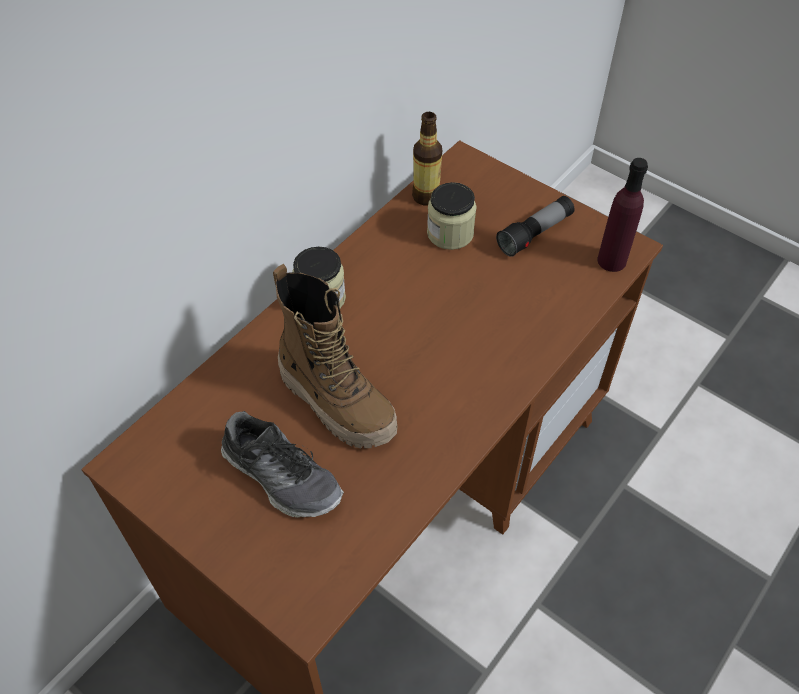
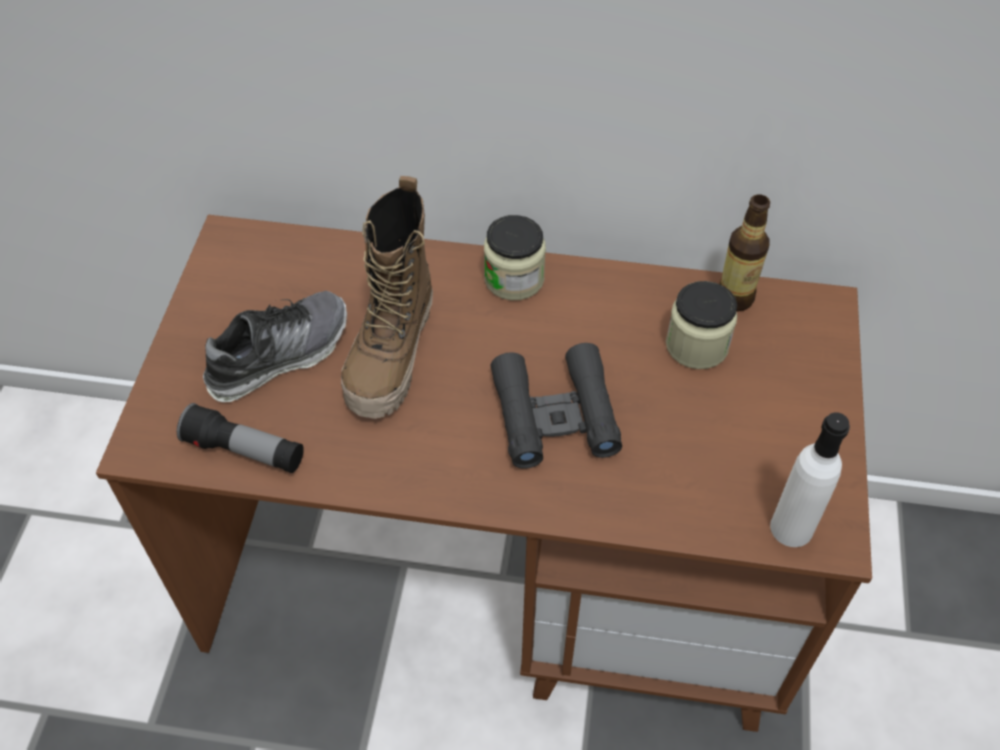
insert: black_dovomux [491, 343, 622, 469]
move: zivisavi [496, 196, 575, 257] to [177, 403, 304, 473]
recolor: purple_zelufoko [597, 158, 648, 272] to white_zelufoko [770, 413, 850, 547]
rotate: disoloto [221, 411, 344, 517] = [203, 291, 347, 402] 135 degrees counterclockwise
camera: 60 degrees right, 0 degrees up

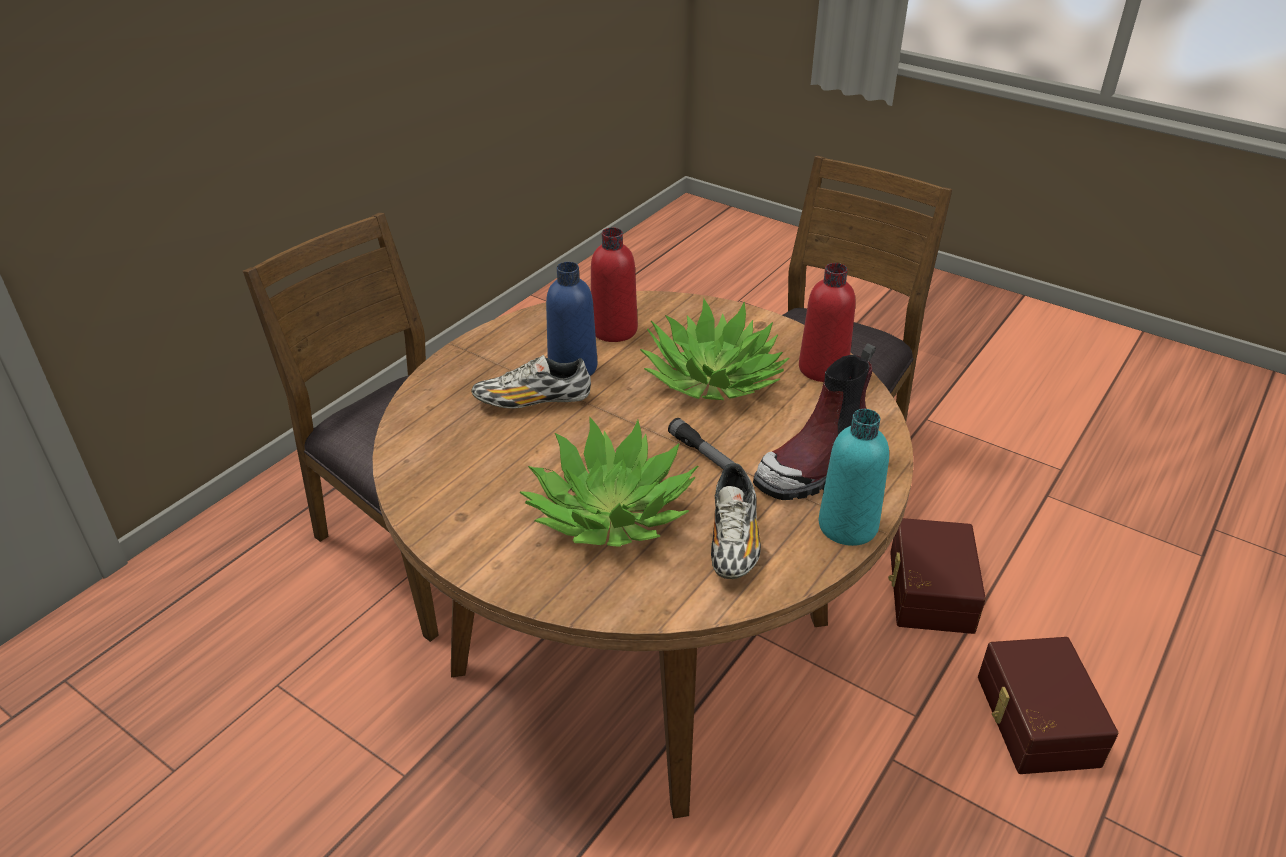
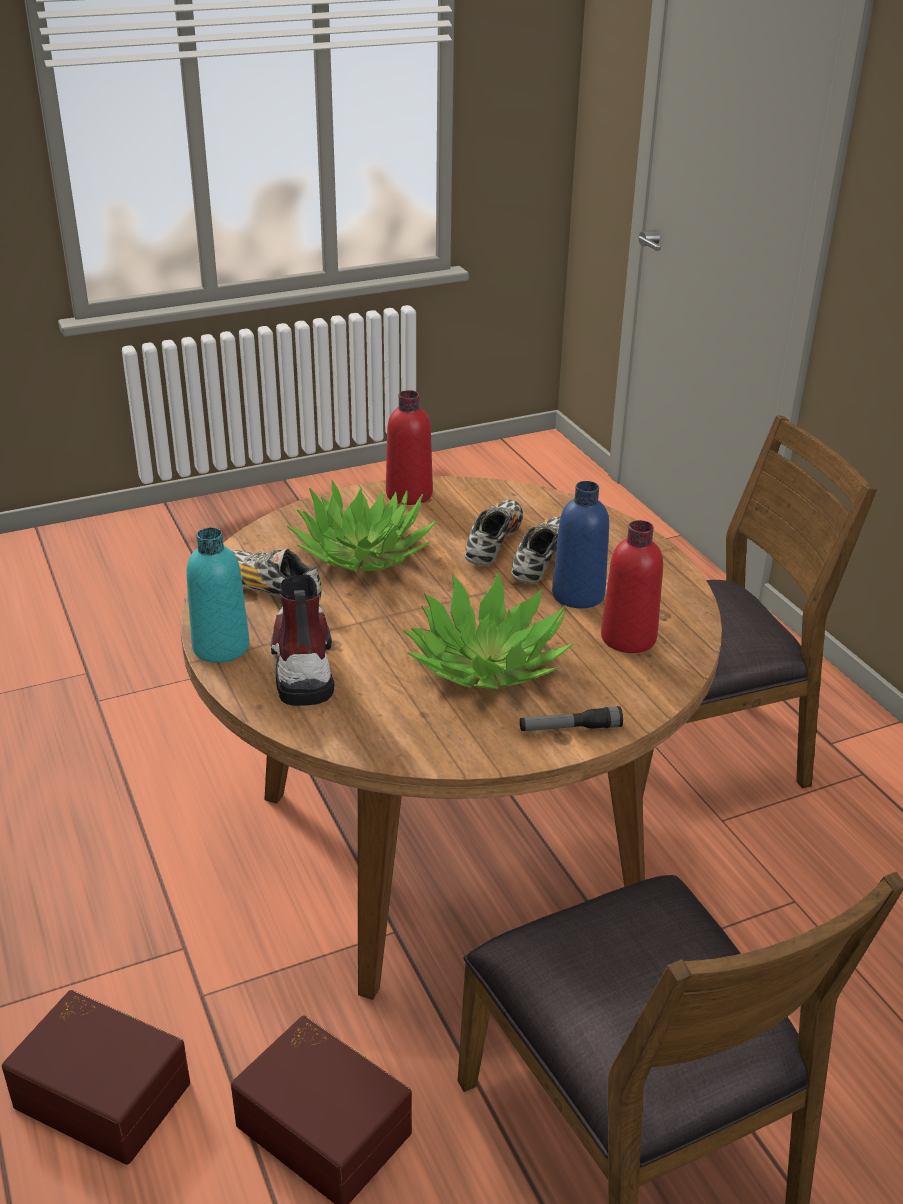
insert: disoloto [465, 500, 523, 566]
move: red_zelufoko [799, 263, 856, 382] to [386, 390, 433, 505]; zivisavi [668, 418, 735, 469] to [520, 706, 623, 731]
camera: 120 degrees right, 5 degrees down

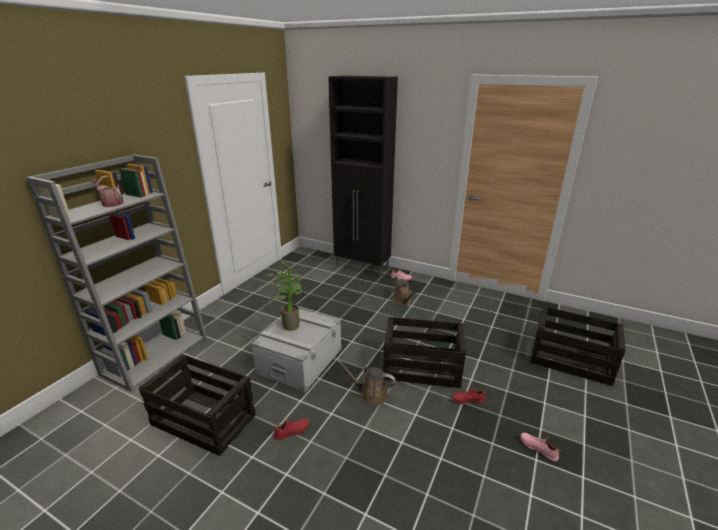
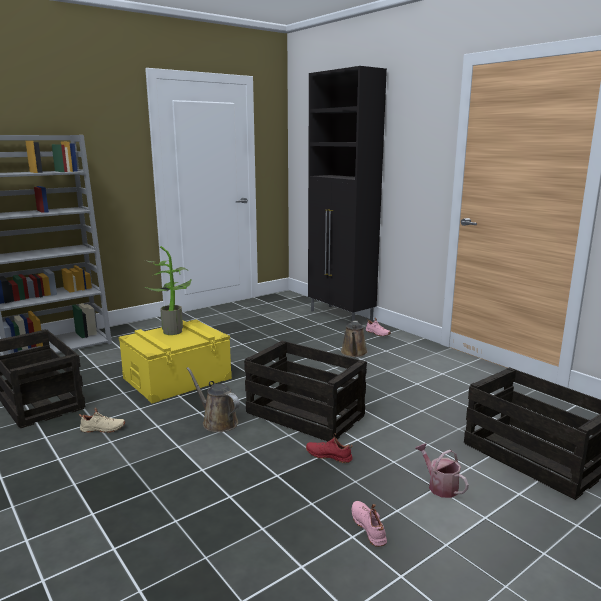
move: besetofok [90, 176, 124, 207] to [415, 443, 469, 498]
recolor: red_disoloto [273, 418, 309, 440] to beige_disoloto [79, 408, 125, 433]; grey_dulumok [251, 308, 342, 393] to yellow_dulumok [119, 319, 232, 403]
camera: 25 degrees right, 10 degrees down

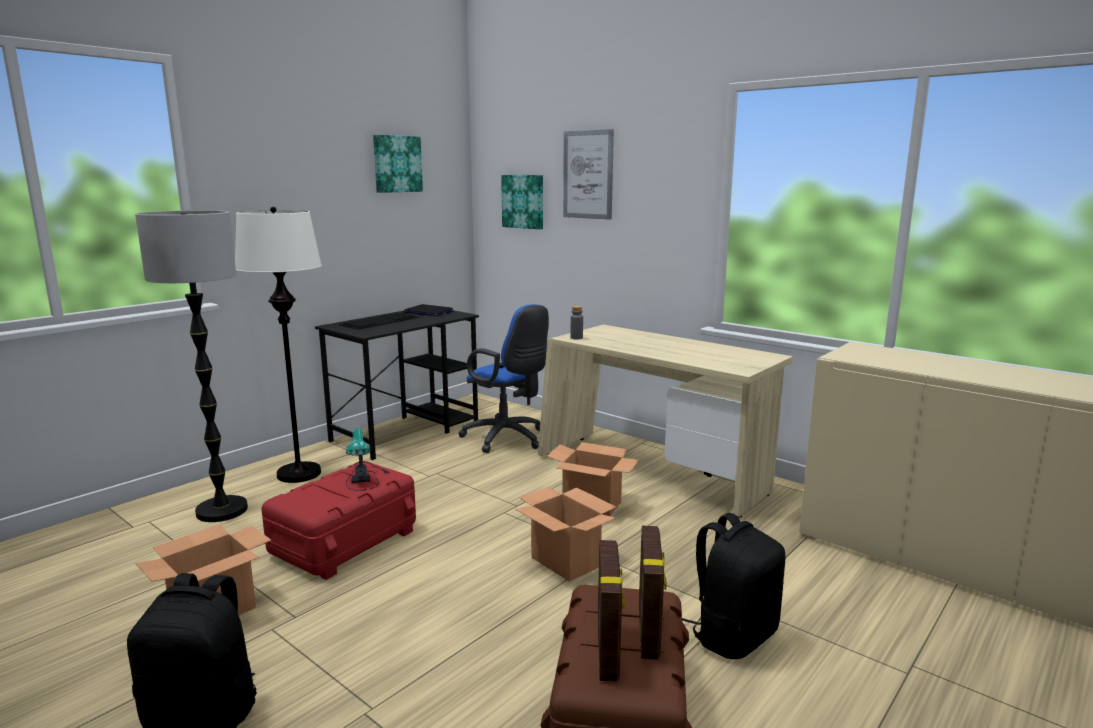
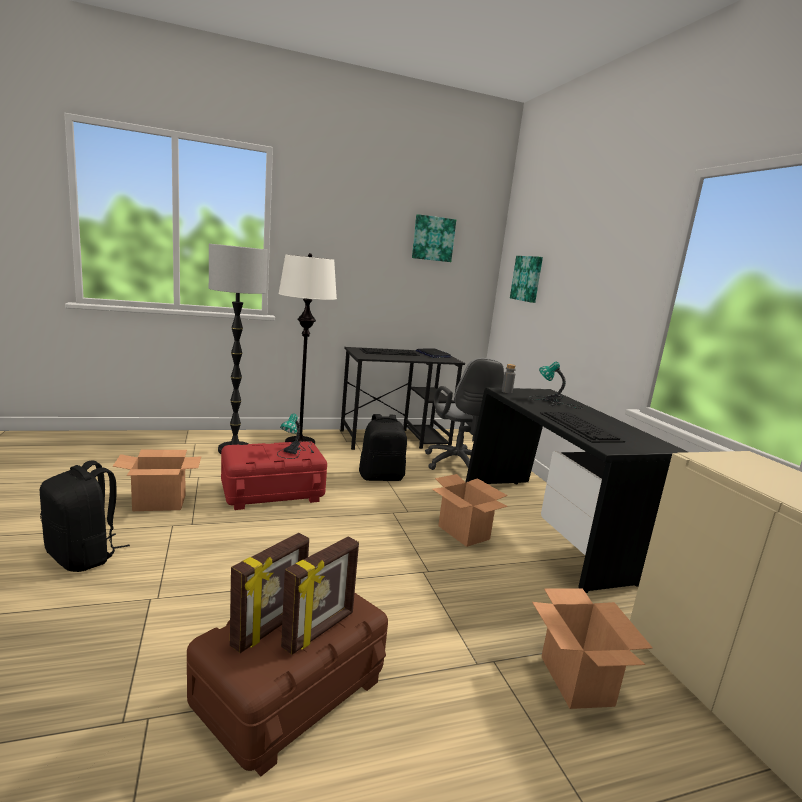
delete: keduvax [563, 129, 614, 220]
insert: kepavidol [529, 362, 584, 409]; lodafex [540, 412, 625, 443]
move: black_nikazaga [682, 513, 786, 659] to [359, 414, 407, 481]; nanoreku [515, 487, 616, 582] to [532, 588, 653, 709]
recolor: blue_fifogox [458, 304, 549, 453] to grey_fifogox [425, 358, 504, 470]; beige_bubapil [538, 325, 793, 517] to black_bubapil [466, 388, 688, 593]
camera: 30 degrees right, 0 degrees up

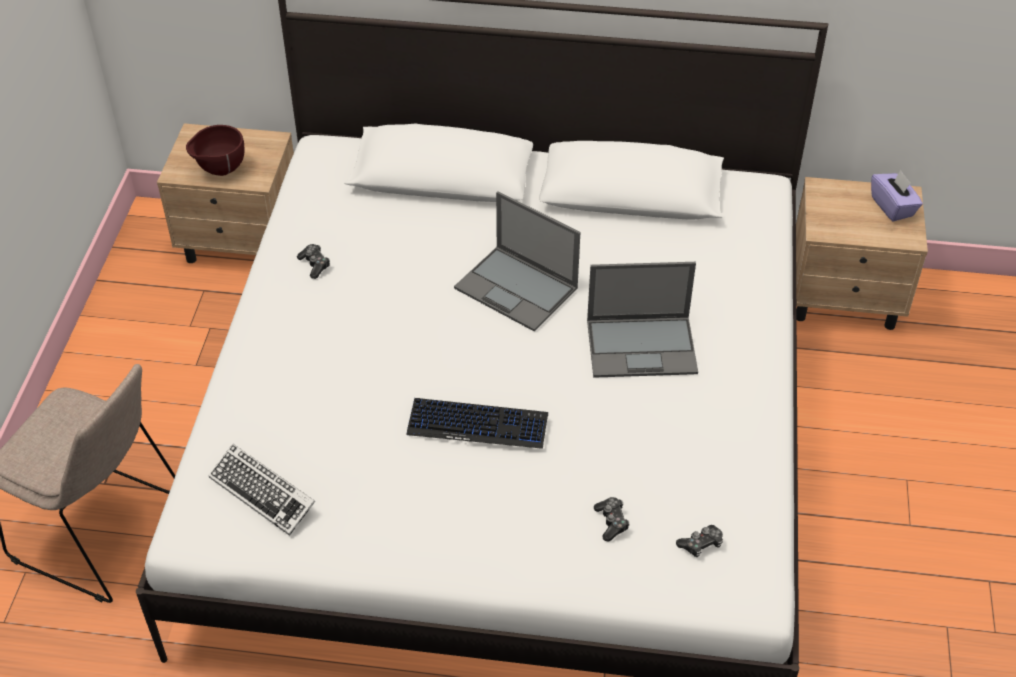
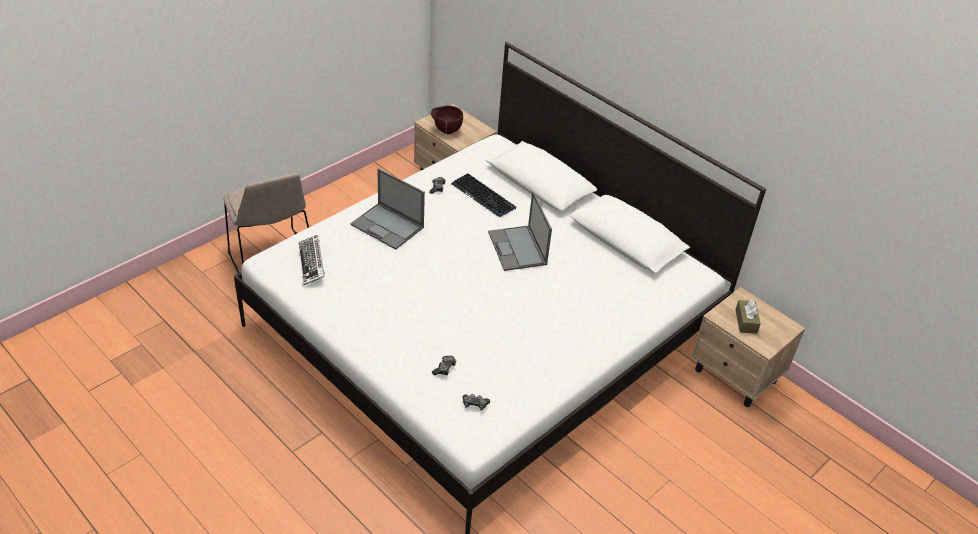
delete: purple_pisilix [871, 170, 923, 222]
insert: brown_pisilix [735, 299, 761, 334]
move: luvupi [587, 262, 698, 378] to [350, 168, 425, 250]; lodafex [406, 398, 548, 449] to [451, 173, 516, 217]
camera: 35 degrees right, 5 degrees down

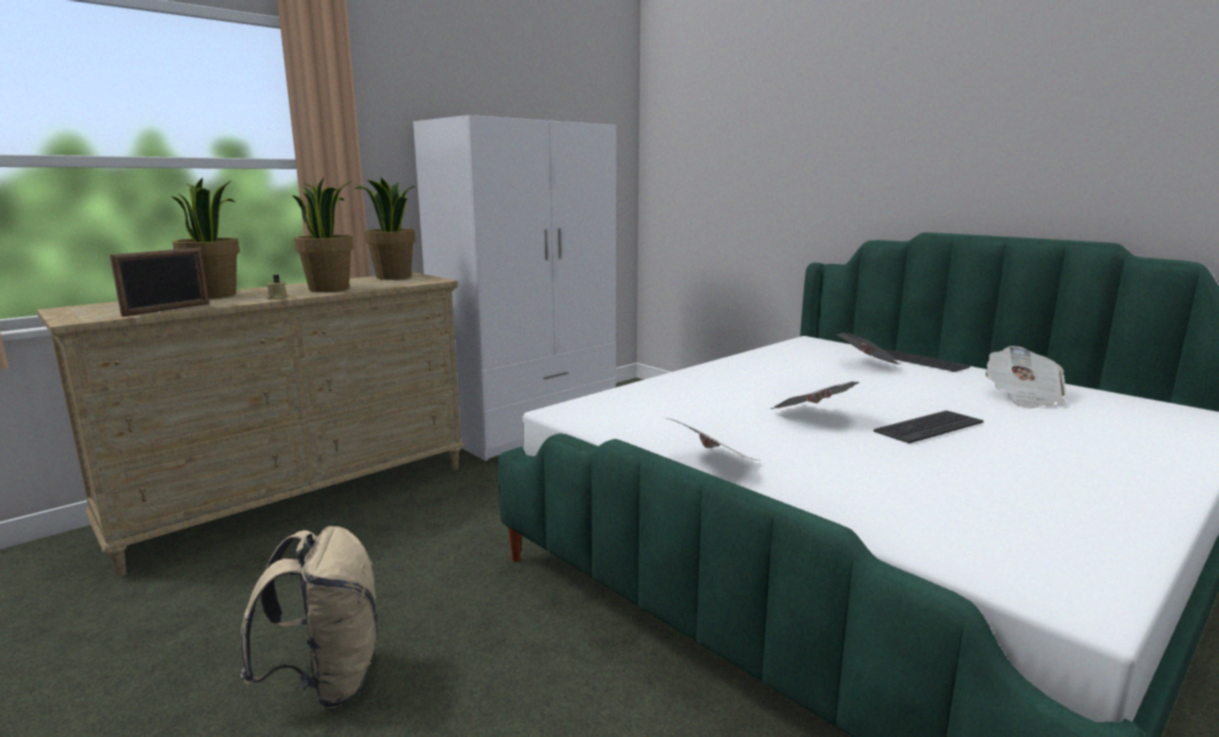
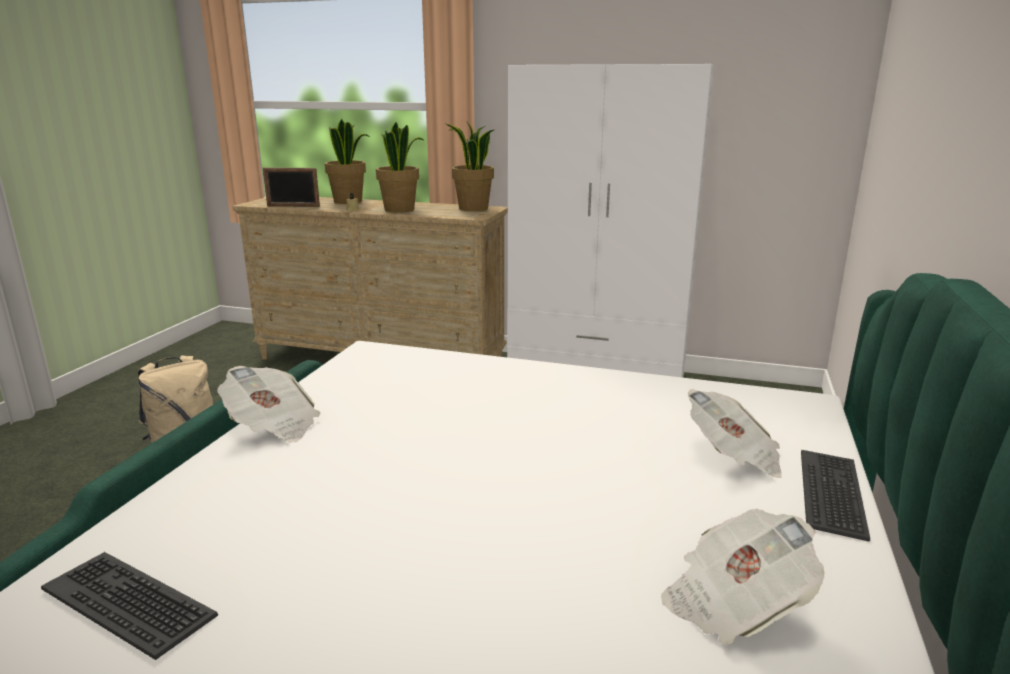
delete: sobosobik [770, 381, 859, 409]
move: lodafex [874, 410, 983, 444] to [41, 552, 218, 660]
camera: 60 degrees right, 5 degrees up

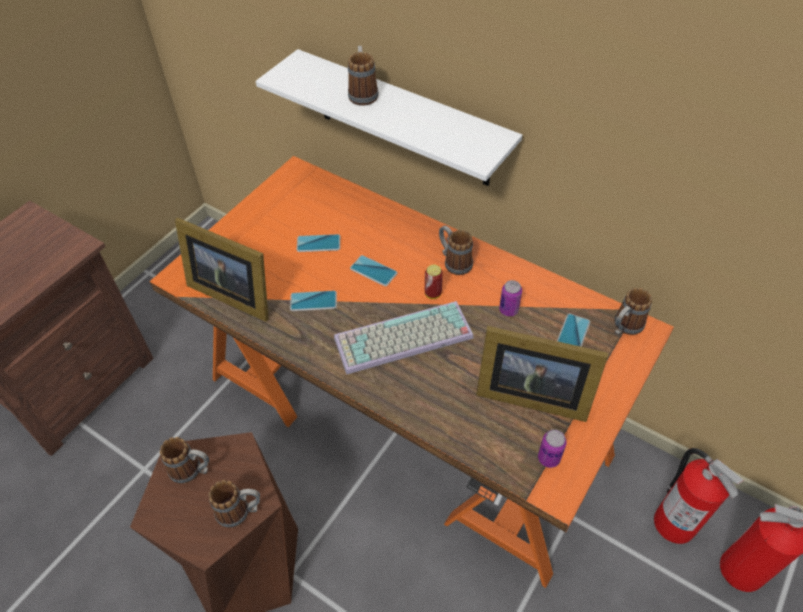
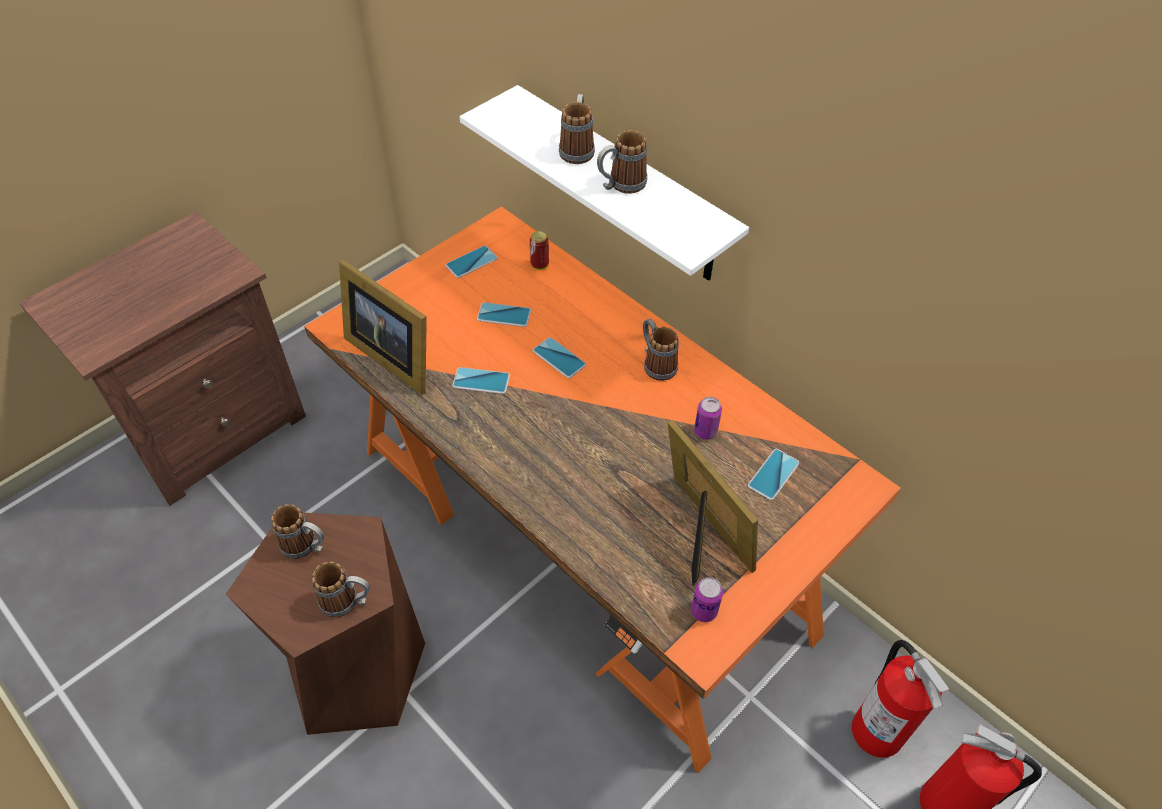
delete: lodafex [334, 301, 474, 375]
insert: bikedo [445, 246, 498, 278]
move: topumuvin [425, 265, 443, 299] to [530, 231, 549, 270]; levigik [614, 288, 652, 335] to [597, 130, 647, 194]
rotate: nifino [476, 326, 609, 422] = [668, 420, 758, 586] 150 degrees counterclockwise
camera: 10 degrees right, 0 degrees up

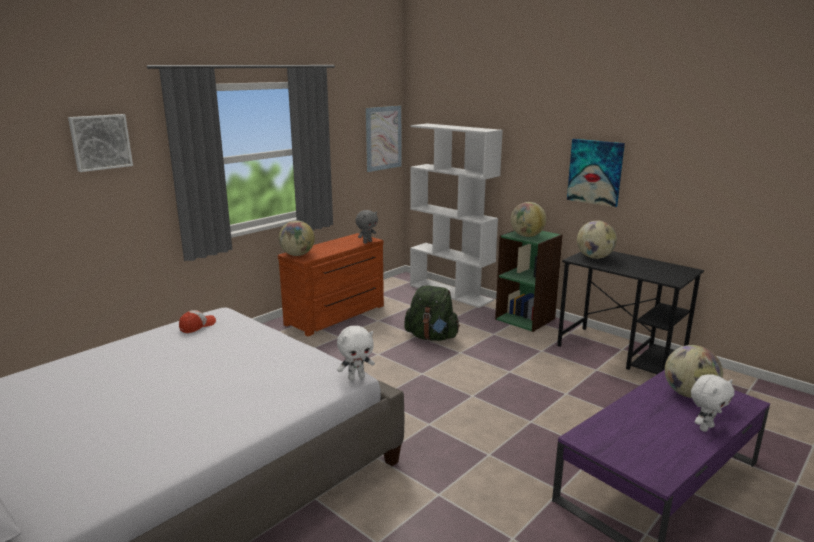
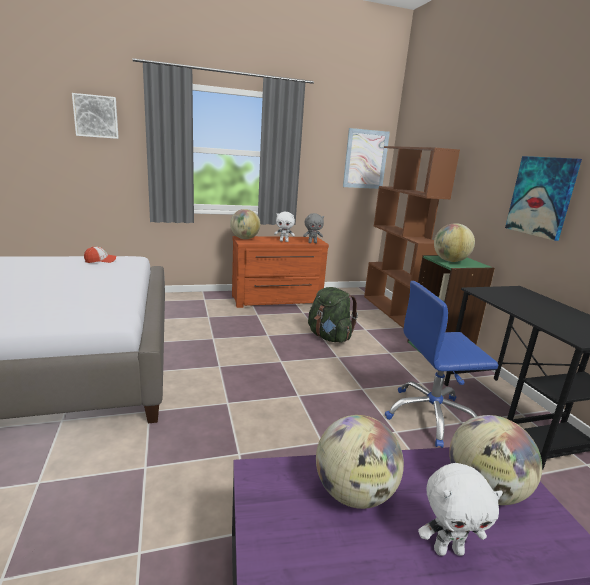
insert: blue_fifogox [384, 281, 498, 448]
move: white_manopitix [337, 326, 375, 381] to [274, 212, 295, 242]; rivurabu [577, 221, 617, 259] to [316, 415, 404, 509]
recolor: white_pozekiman [410, 124, 503, 308] to brown_pozekiman [364, 146, 460, 328]
camera: 30 degrees right, 0 degrees up

